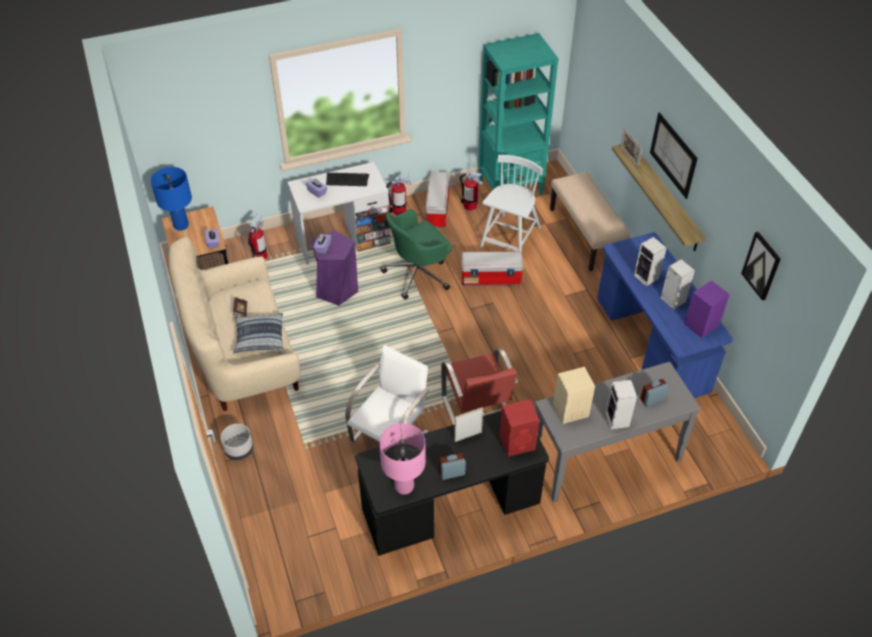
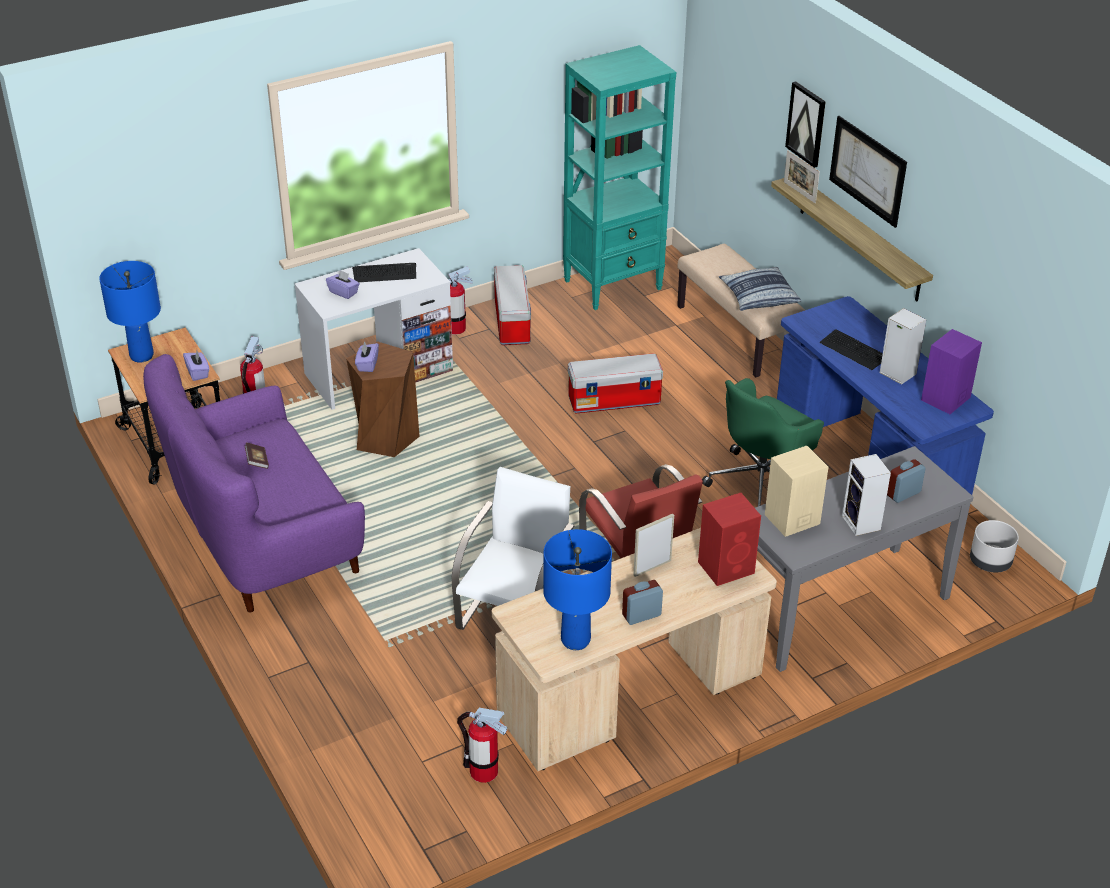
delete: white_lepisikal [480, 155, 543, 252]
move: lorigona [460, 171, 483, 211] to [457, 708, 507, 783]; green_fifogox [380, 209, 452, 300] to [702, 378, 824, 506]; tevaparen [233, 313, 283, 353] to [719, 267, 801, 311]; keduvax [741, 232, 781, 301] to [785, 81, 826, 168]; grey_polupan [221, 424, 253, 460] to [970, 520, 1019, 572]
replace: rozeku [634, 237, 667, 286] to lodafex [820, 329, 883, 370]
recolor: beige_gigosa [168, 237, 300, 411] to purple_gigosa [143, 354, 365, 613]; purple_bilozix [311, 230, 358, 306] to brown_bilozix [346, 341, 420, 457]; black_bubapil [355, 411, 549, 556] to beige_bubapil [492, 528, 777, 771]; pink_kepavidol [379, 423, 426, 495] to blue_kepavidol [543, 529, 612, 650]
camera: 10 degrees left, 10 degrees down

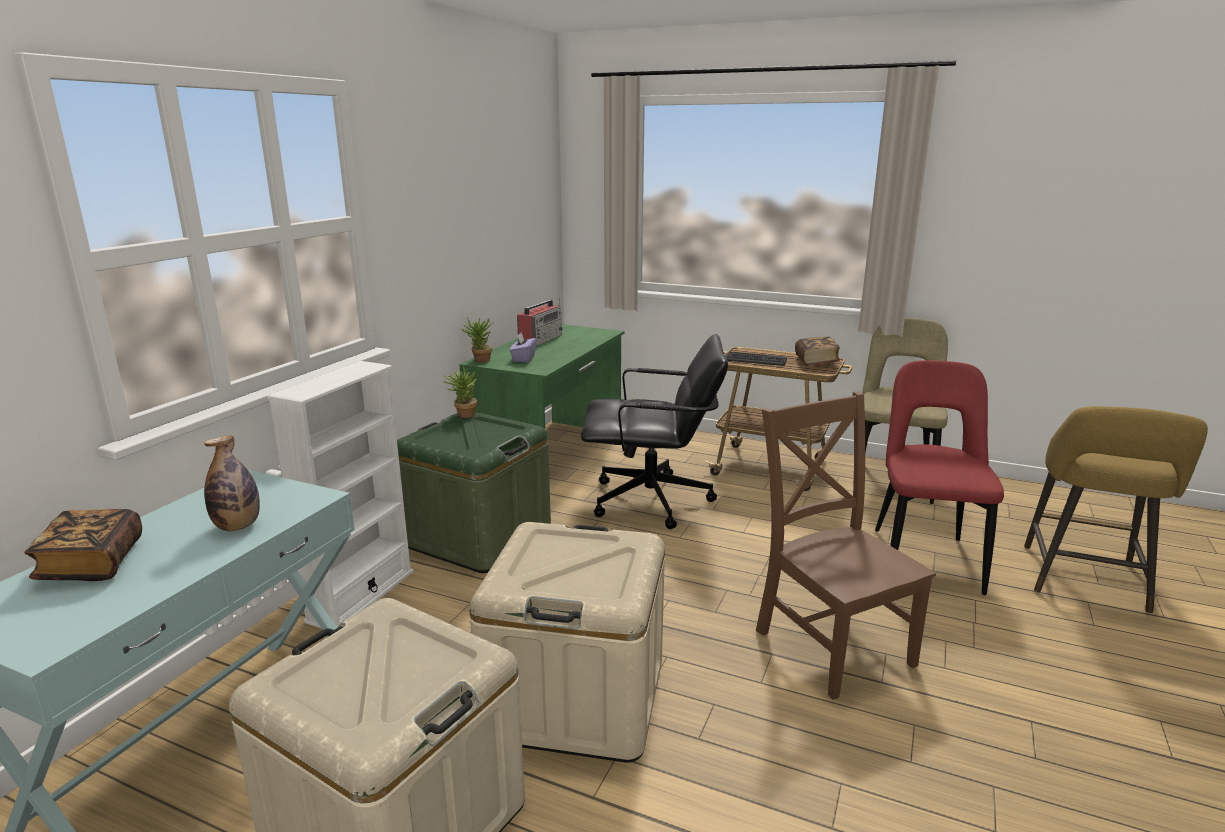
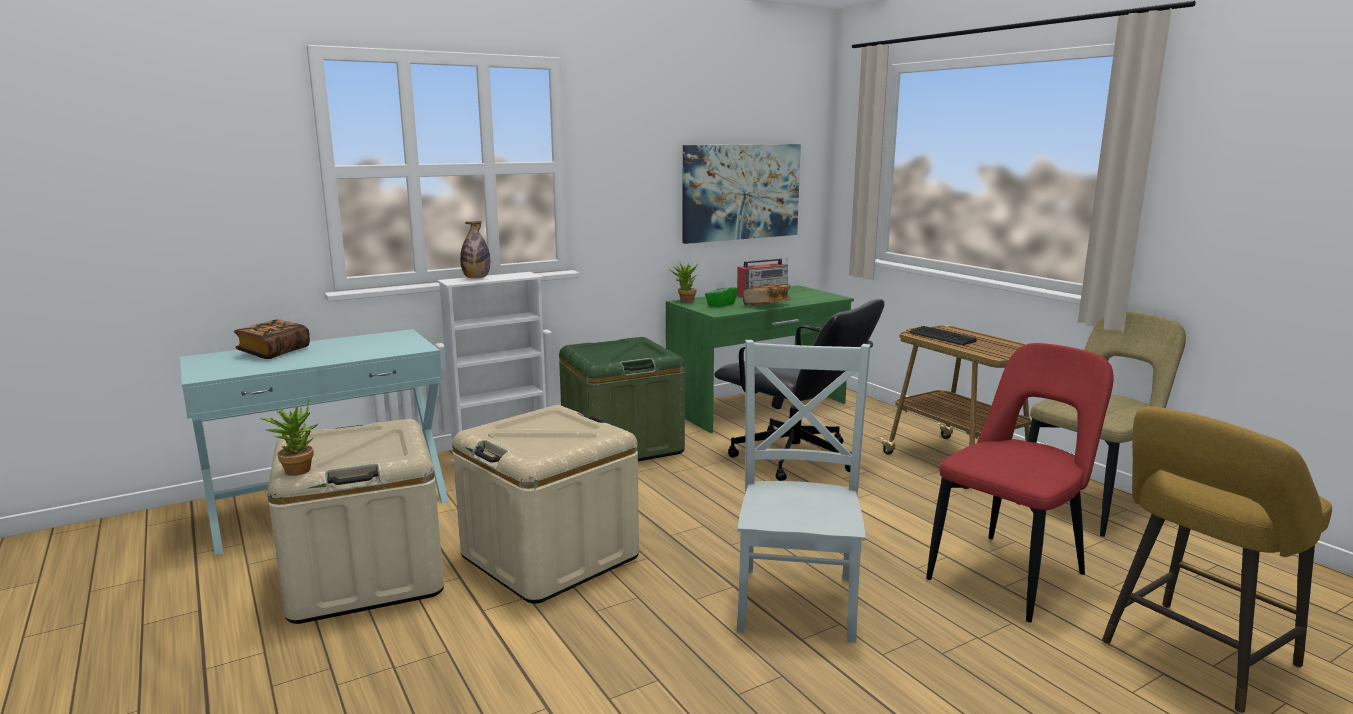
insert: keduvax [682, 144, 801, 244]
move: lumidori [442, 365, 477, 418] to [260, 400, 319, 476]; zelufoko [204, 436, 260, 531] to [460, 221, 490, 279]; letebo [795, 337, 840, 366] to [743, 284, 791, 305]
recolor: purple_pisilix [510, 332, 536, 362] to green_pisilix [705, 280, 738, 307]; brown_lepisikal [756, 391, 936, 700] to grey_lepisikal [737, 340, 871, 643]
camera: 35 degrees right, 5 degrees down

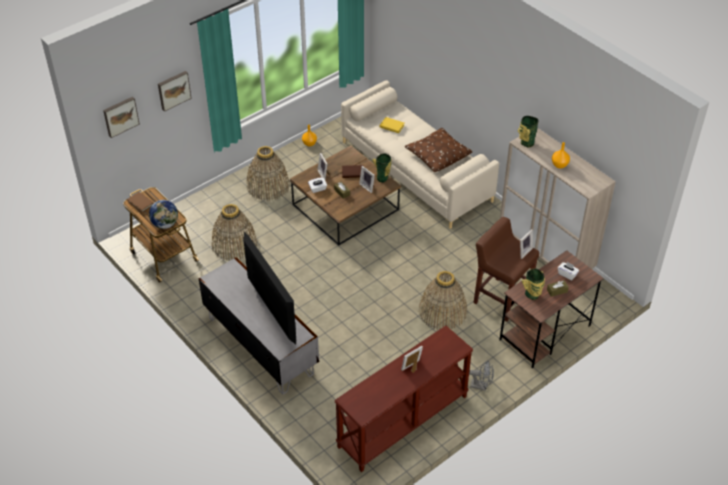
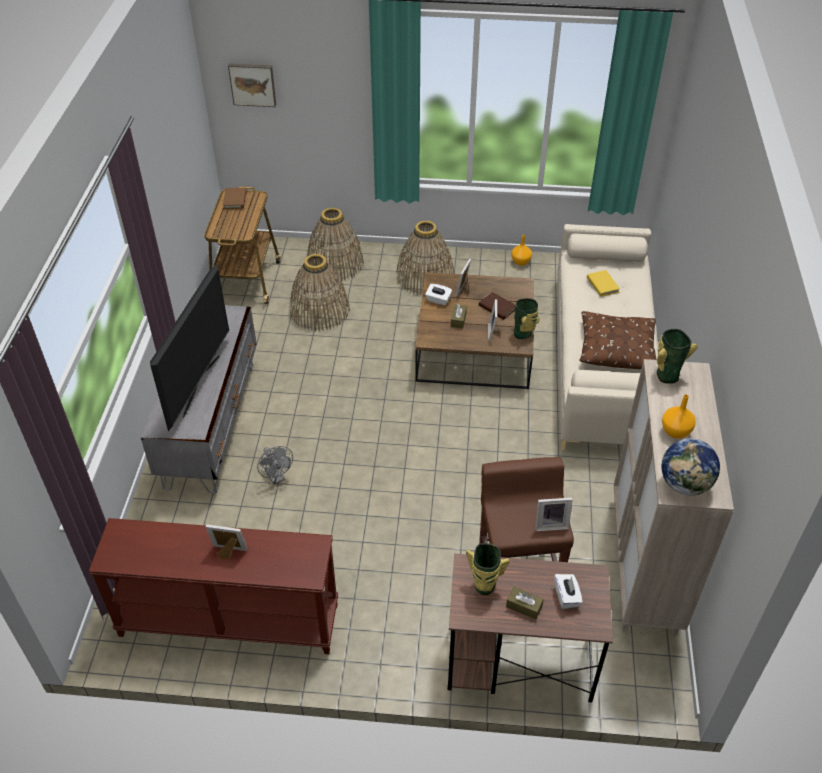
delete: keduvax [158, 71, 192, 112]
move: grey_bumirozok [469, 360, 494, 391] to [257, 446, 293, 485]; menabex [419, 271, 467, 330] to [307, 208, 364, 281]; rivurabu [149, 200, 178, 229] to [662, 438, 720, 495]
camera: 45 degrees right, 0 degrees up

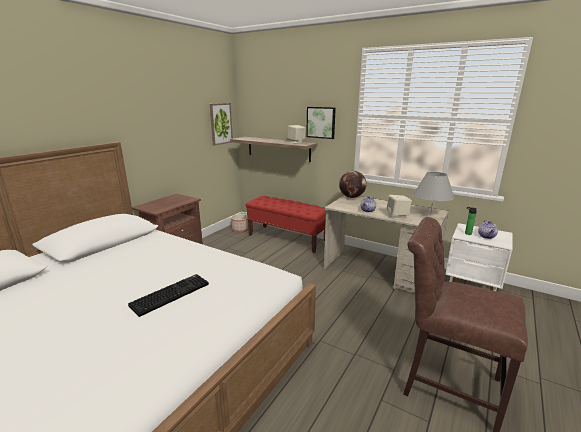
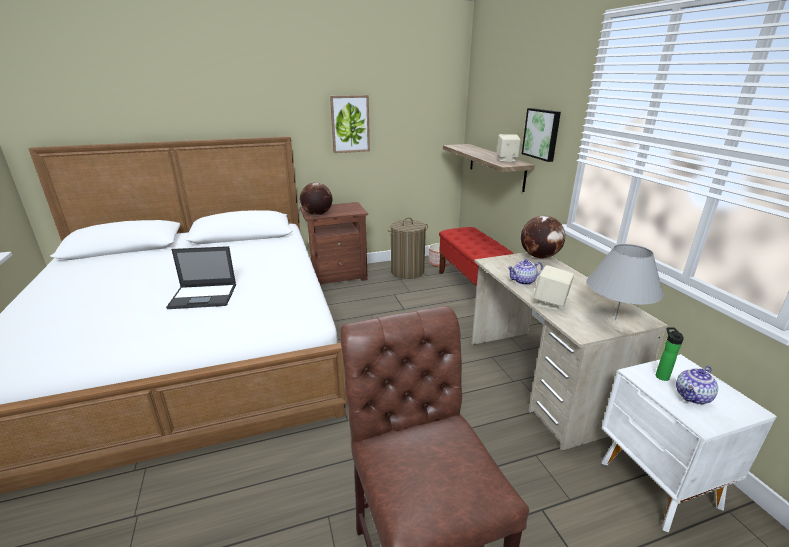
insert: rivurabu [300, 183, 332, 215]; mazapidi [388, 218, 428, 279]
move: keduvax [210, 103, 233, 146] to [330, 95, 370, 153]
replace: lodafex [128, 274, 209, 317] to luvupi [166, 246, 236, 309]
camera: 40 degrees right, 5 degrees up

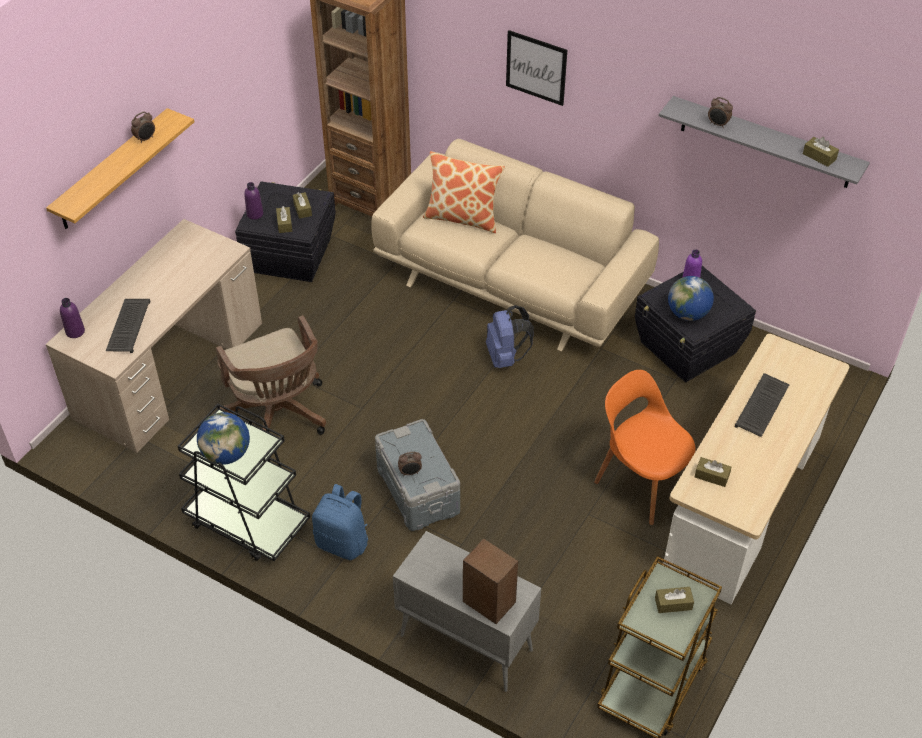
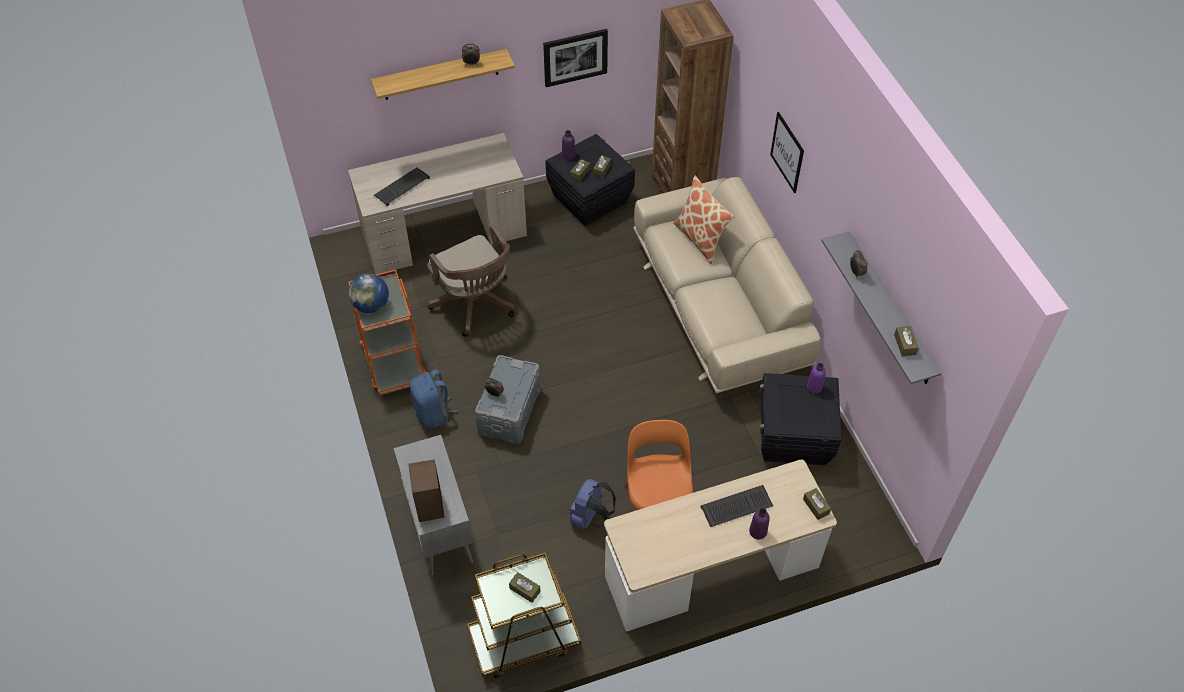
delete: rivurabu [668, 276, 714, 321]
insert: keduvax [543, 29, 608, 87]
move: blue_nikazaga [486, 305, 534, 368] to [569, 479, 616, 529]; purple_zelufoko [60, 298, 85, 338] to [749, 508, 770, 539]; brown_pisilix [695, 457, 731, 487] to [803, 488, 831, 520]
recolor: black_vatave [178, 404, 310, 561] to orange_vatave [348, 270, 426, 395]
rotate: brown_fifogox [216, 315, 326, 435] = [427, 225, 515, 337] 45 degrees counterclockwise
camera: 40 degrees right, 5 degrees up

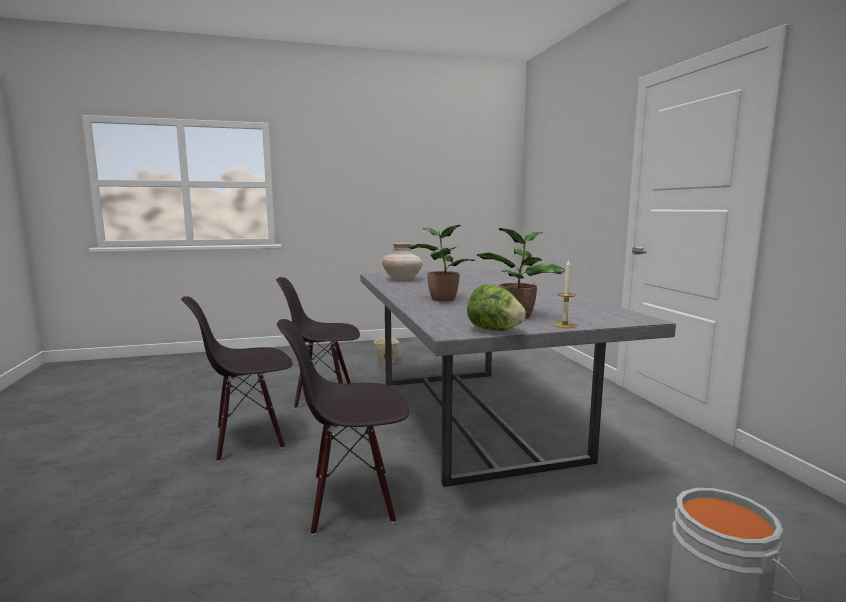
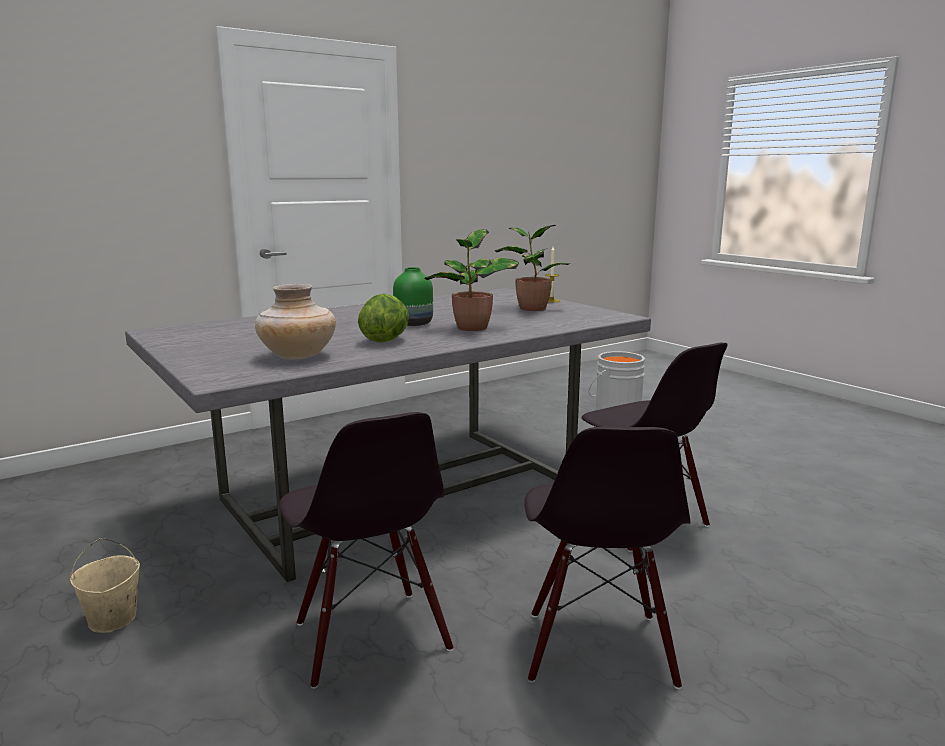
insert: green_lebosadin [393, 267, 433, 326]
move: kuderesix [467, 284, 526, 331] to [358, 294, 409, 342]
rotate: black_lepisikal [181, 296, 292, 462] = [524, 427, 691, 689] 45 degrees clockwise
camera: 110 degrees left, 5 degrees up

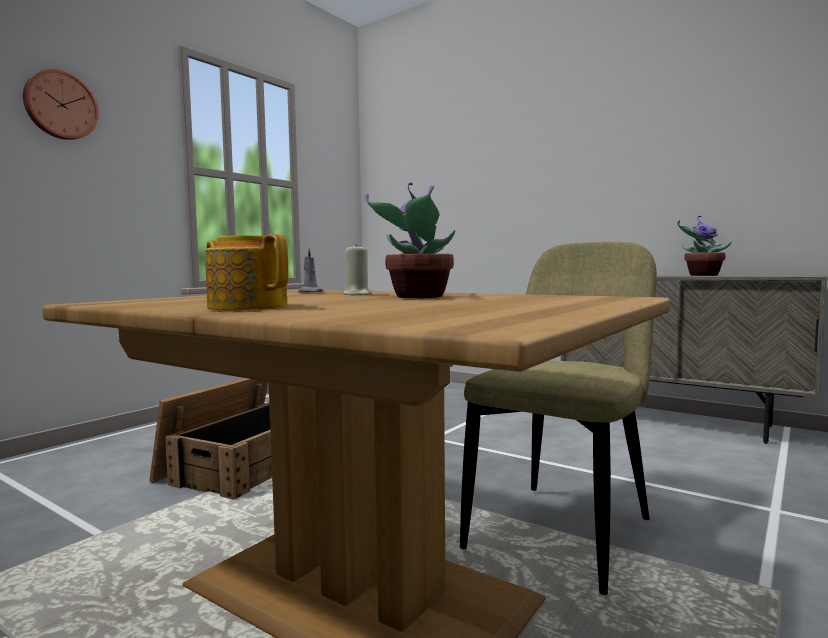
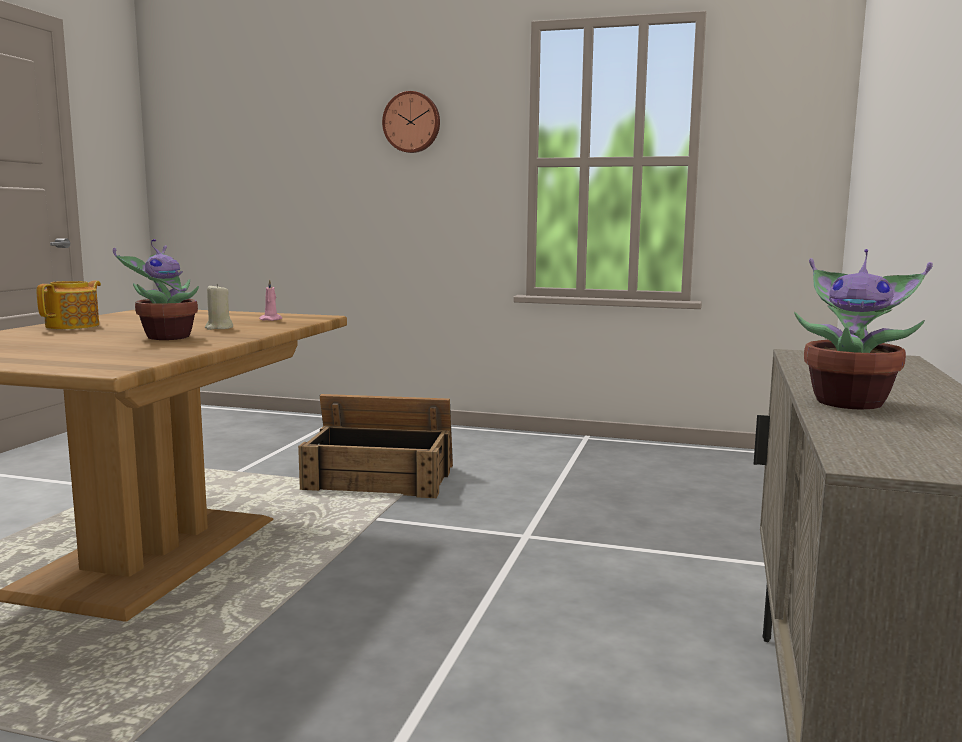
delete: beige_lepisikal [460, 242, 657, 595]
recolor: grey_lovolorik [298, 248, 323, 292] to pink_lovolorik [259, 279, 282, 321]
camera: 70 degrees right, 5 degrees up

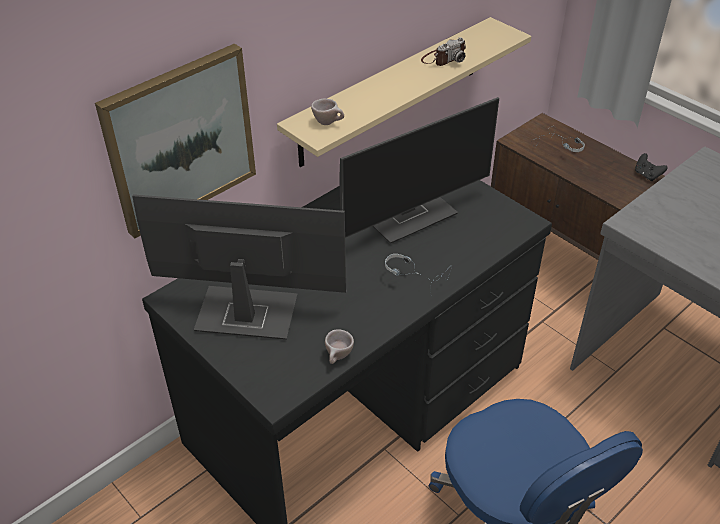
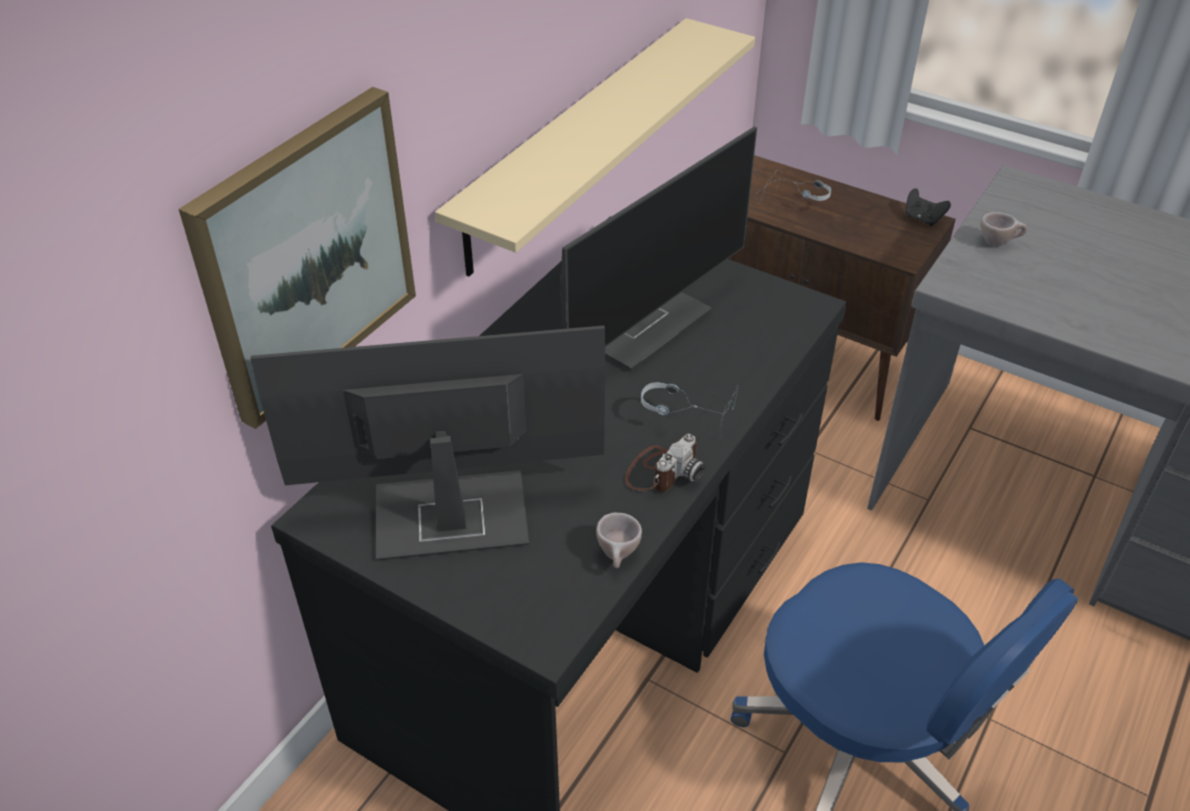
move: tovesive [421, 37, 466, 66] to [625, 434, 705, 492]; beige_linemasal [311, 99, 344, 125] to [981, 212, 1027, 247]
camera: 15 degrees left, 0 degrees up

